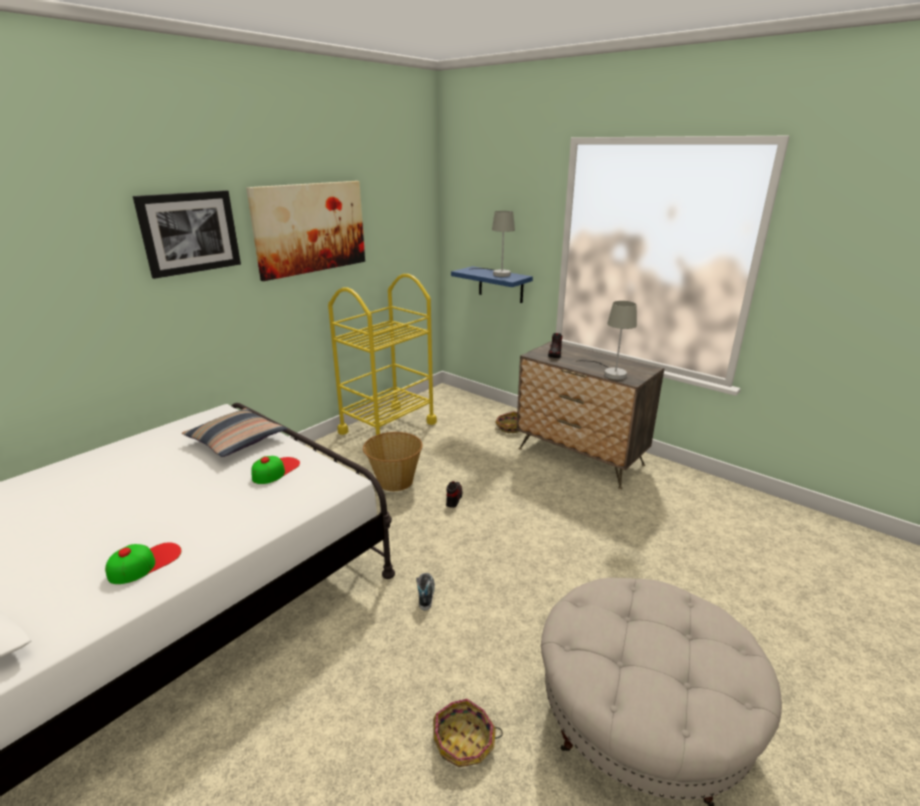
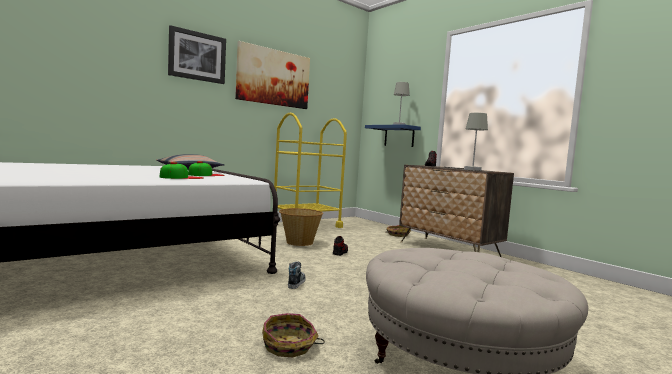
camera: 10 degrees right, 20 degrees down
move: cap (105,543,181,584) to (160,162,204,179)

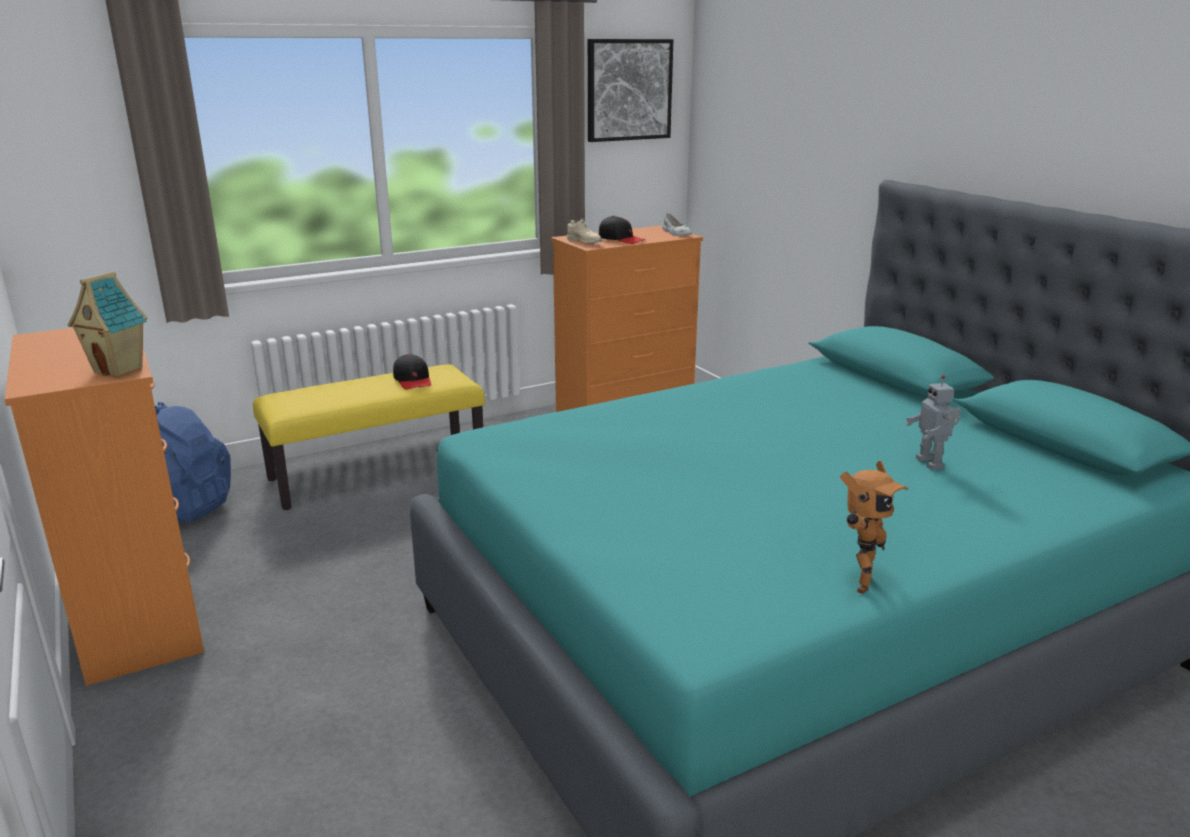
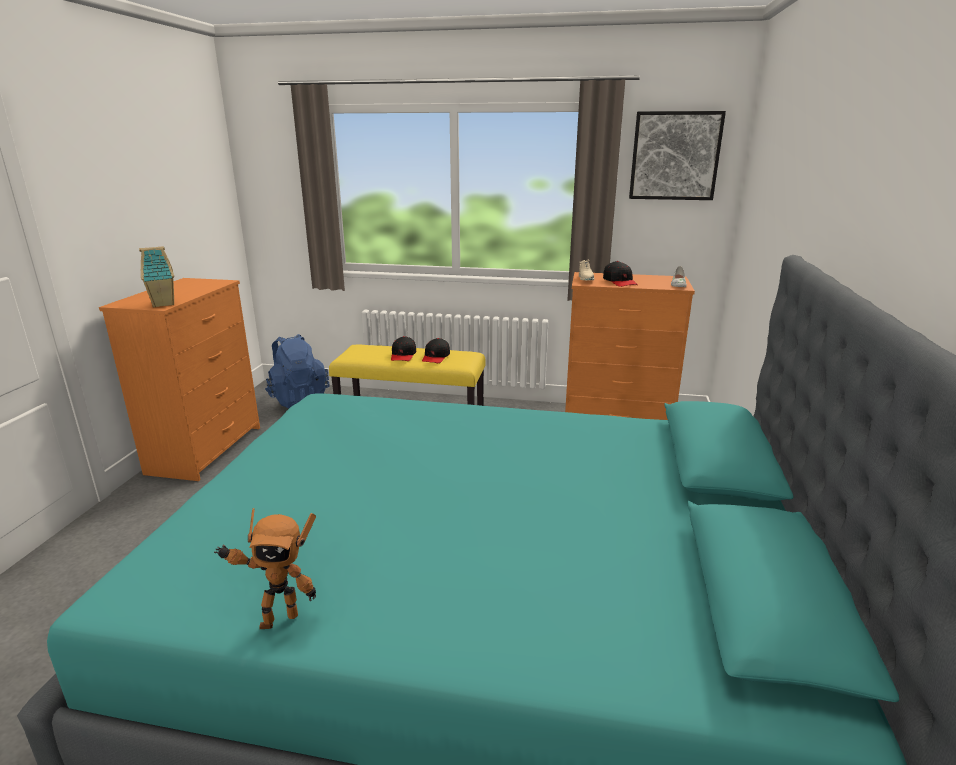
camera: 40 degrees right, 0 degrees up
delete: toy robot (905,375,961,470)
insert: black cap (391,336,416,361)

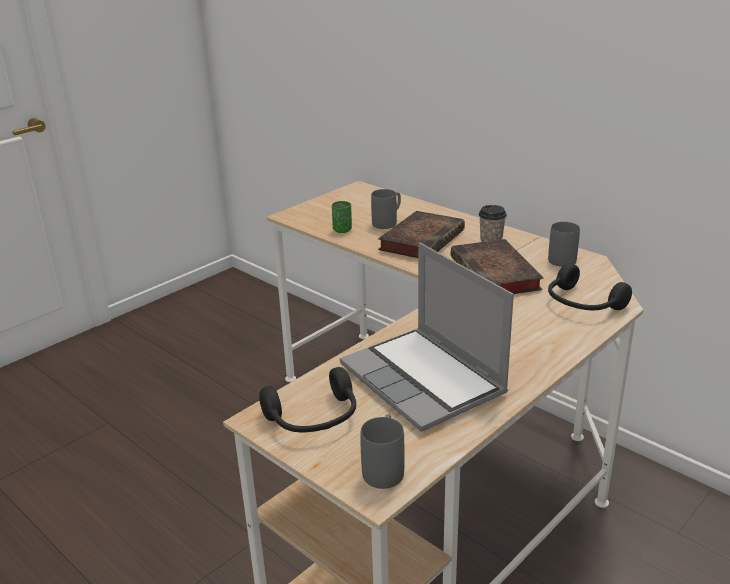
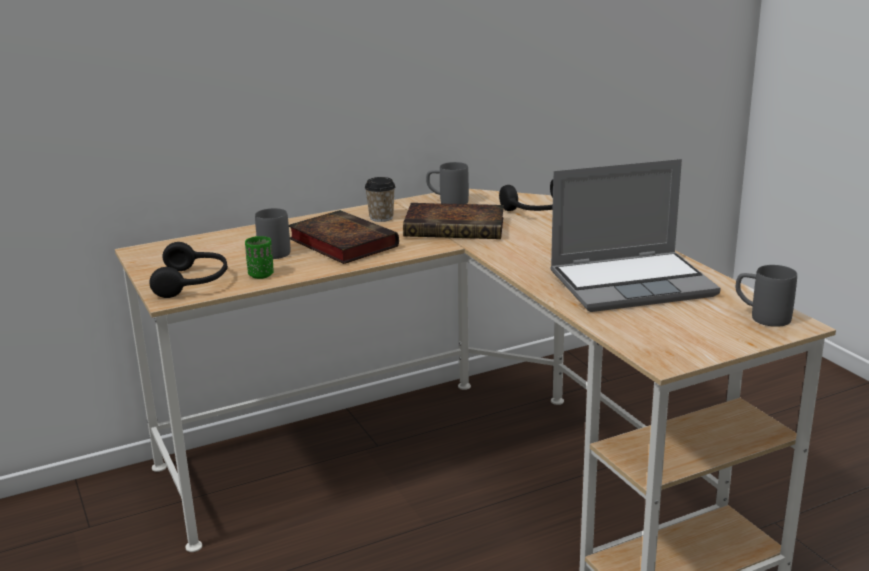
camera: 70 degrees left, 5 degrees down
move: black headphones (259,367,356,432) to (149,242,228,298)

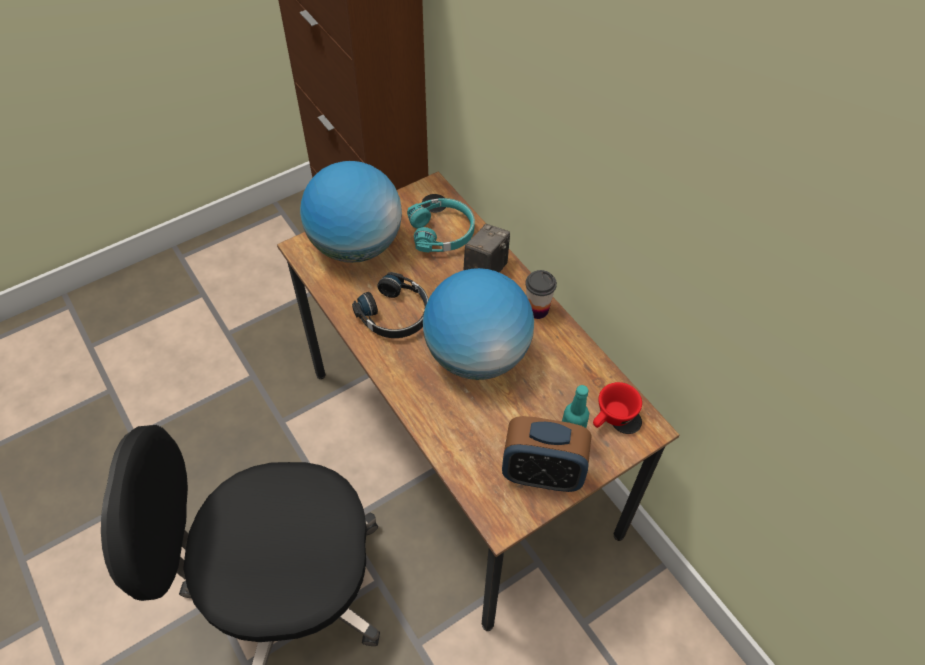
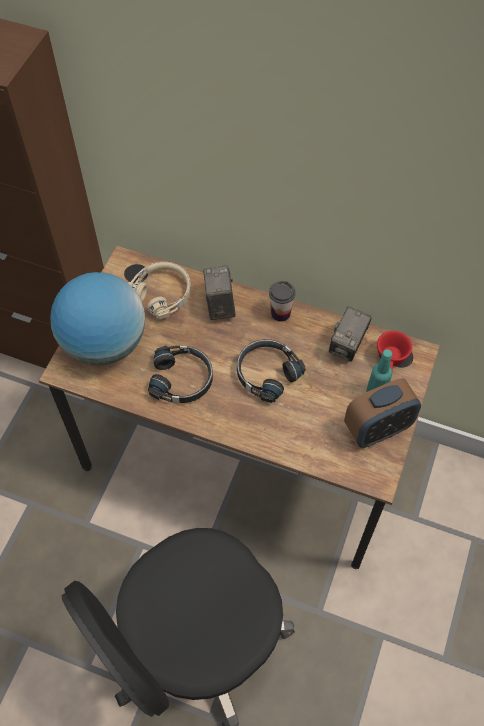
camera: 35 degrees left, 5 degrees up
insert: photo camera (329,306,371,362)
replace: globe (423,268,534,380) to black headphones (237,339,306,403)
recolor: turquoise headphones (407,198,475,253) to beige headphones (129,262,191,319)

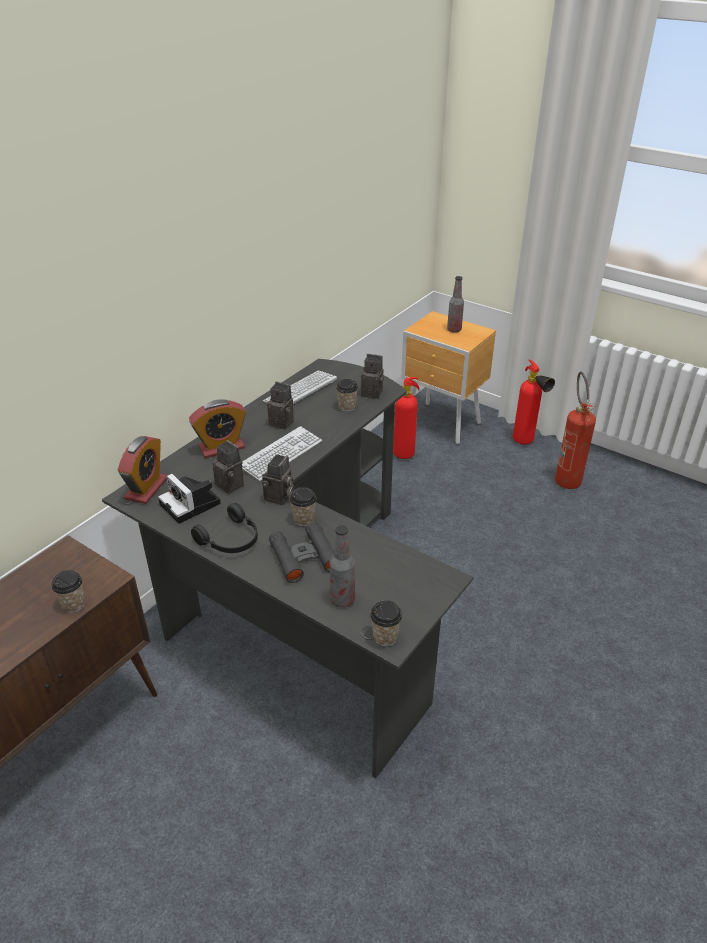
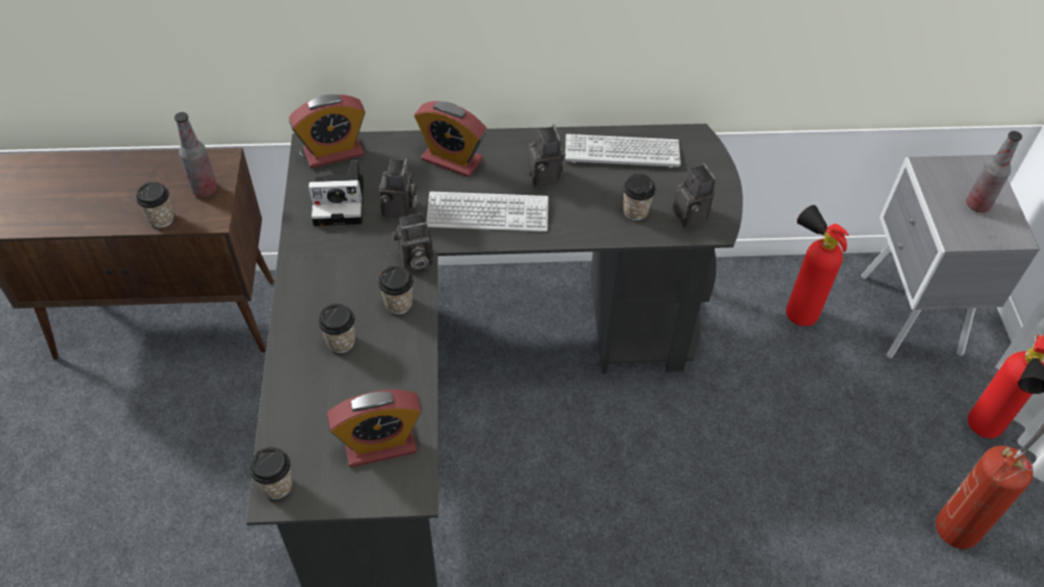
camera: 50 degrees right, 15 degrees up
delete: black headphones (191,503,258,553)
insert: alarm clock (327,389,422,467)
move: bottle (330,525,355,607) to (174,112,218,197)
replace: black binoculars (269,522,334,583) to cup (318,304,355,353)
recolor: brown nightstand (401,311,496,444) to grey nightstand (861,155,1040,358)
rotate: photo camera (158,474,221,524) = (309,161,364,226) 105 degrees counterclockwise

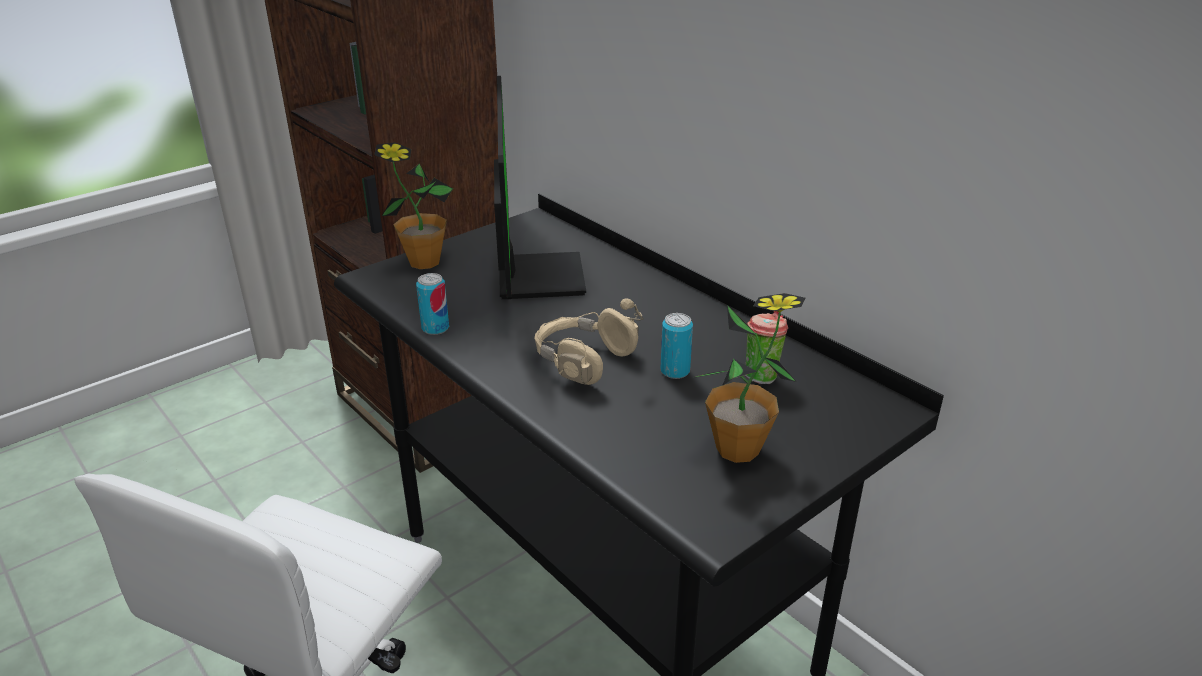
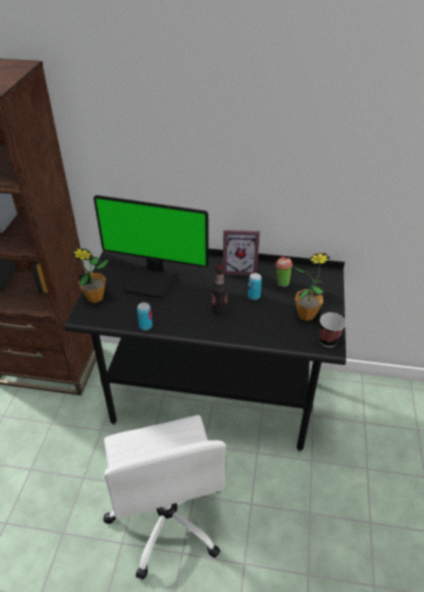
camera: 40 degrees left, 10 degrees up
insert: picture frame (223,230,260,275); cup (320,312,346,347)
replace: beige headphones (534,299,644,385) to bottle (211,265,228,314)
rotate: monitor (494,76,586,299) = (93,195,209,299) 150 degrees clockwise

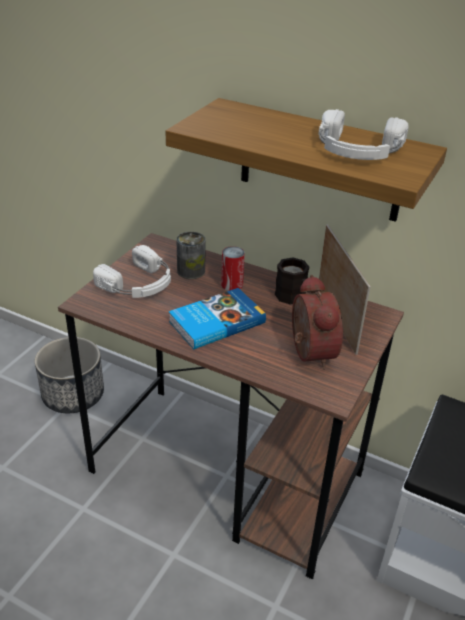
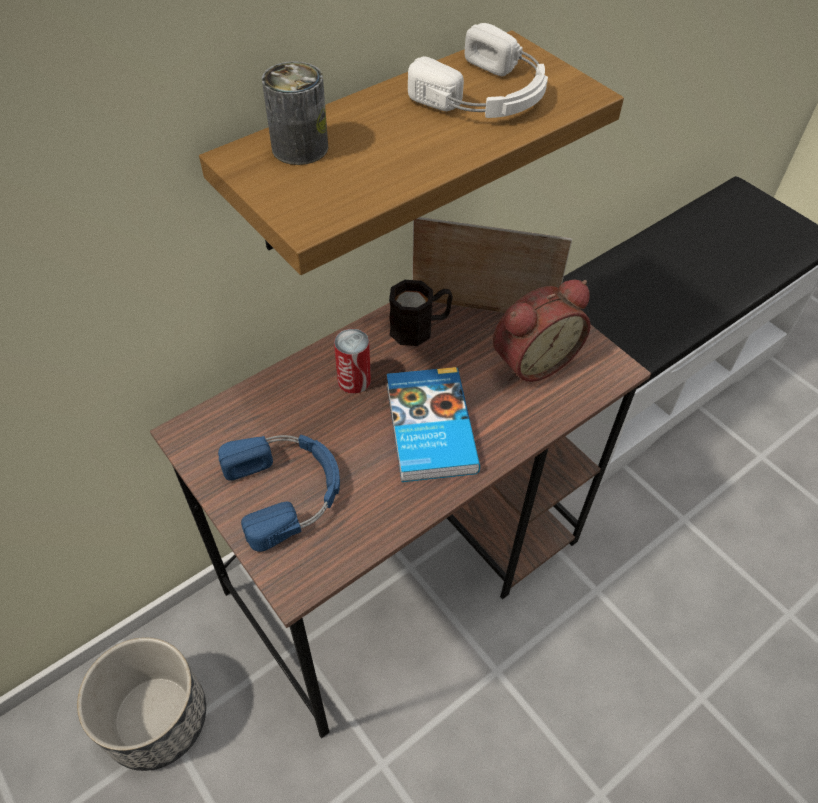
camera: 65 degrees left, 15 degrees up
move: can (177,232,206,279) to (262,61,328,165)
recolor: white headphones (93,245,171,298) to blue headphones (218,435,340,552)
rotate: alarm clock (292,275,343,369) = (493,280,591,382) 135 degrees clockwise

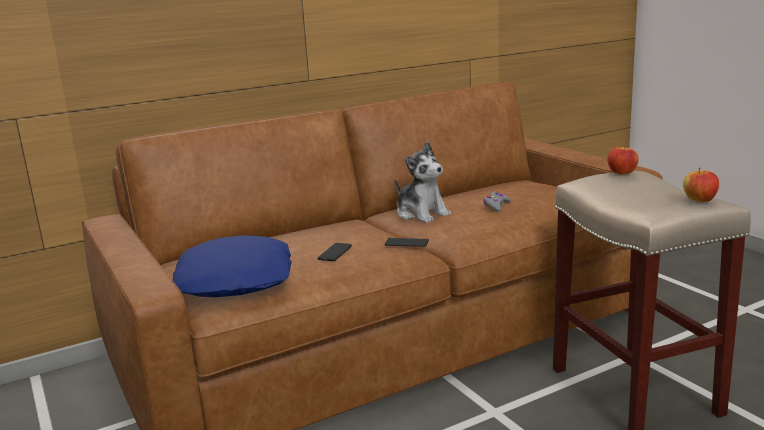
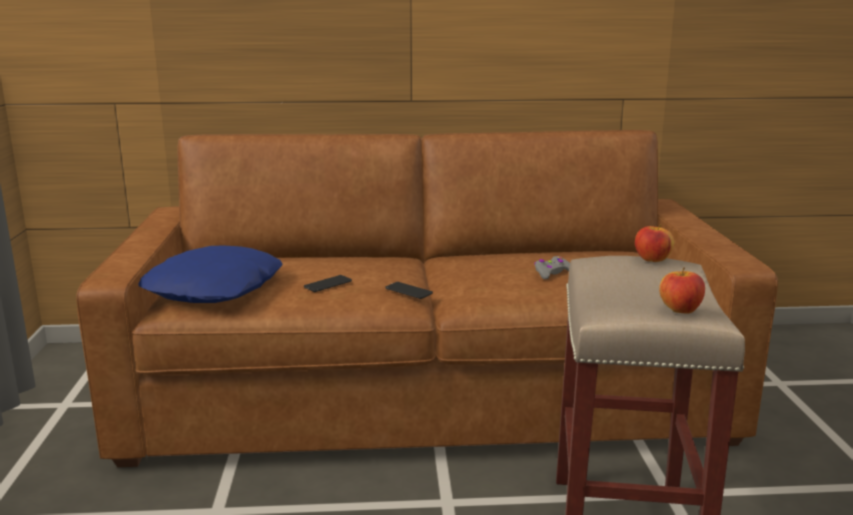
camera: 25 degrees right, 0 degrees up
delete: plush toy (395,142,451,223)

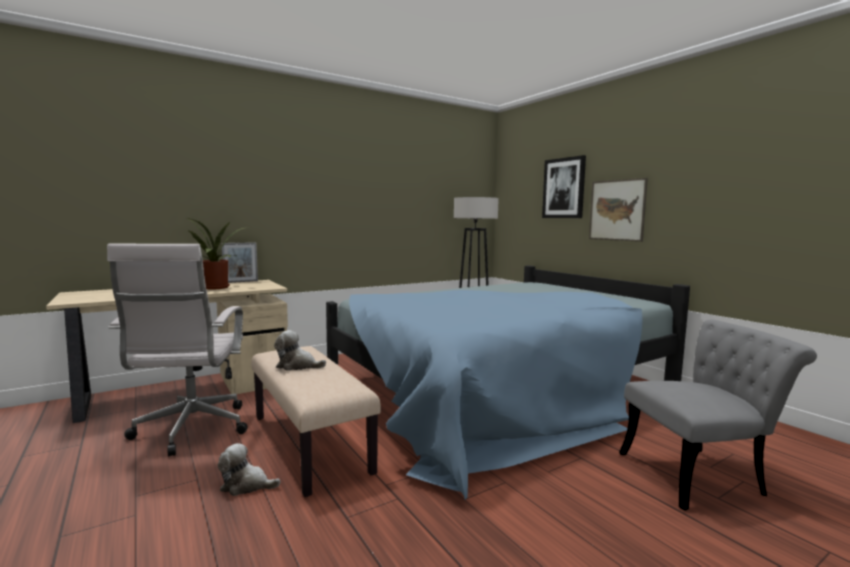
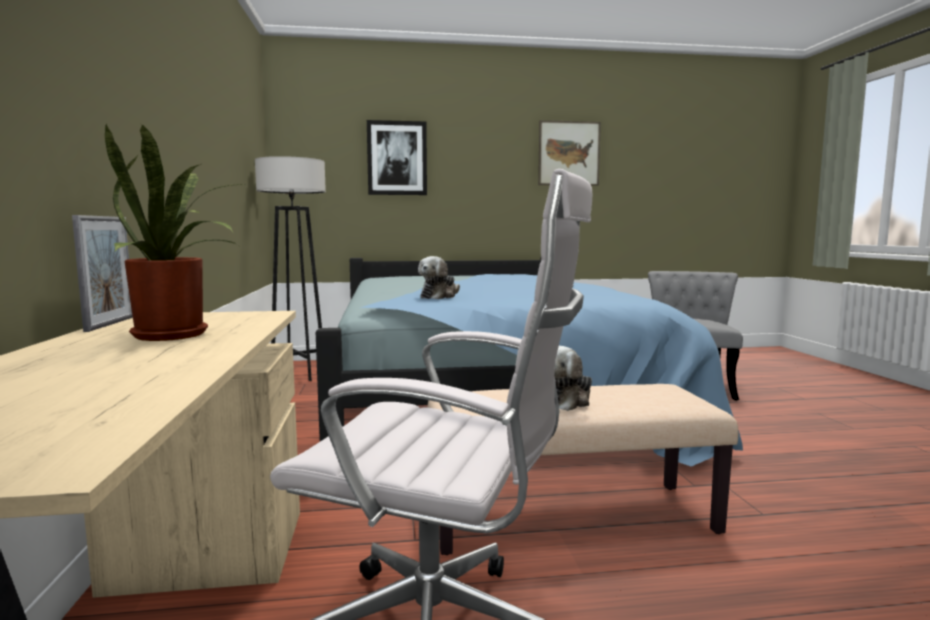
camera: 65 degrees left, 0 degrees up
move: plush toy (218,443,281,496) to (418,256,460,299); picture (589,178,648,242) to (538,120,601,186)

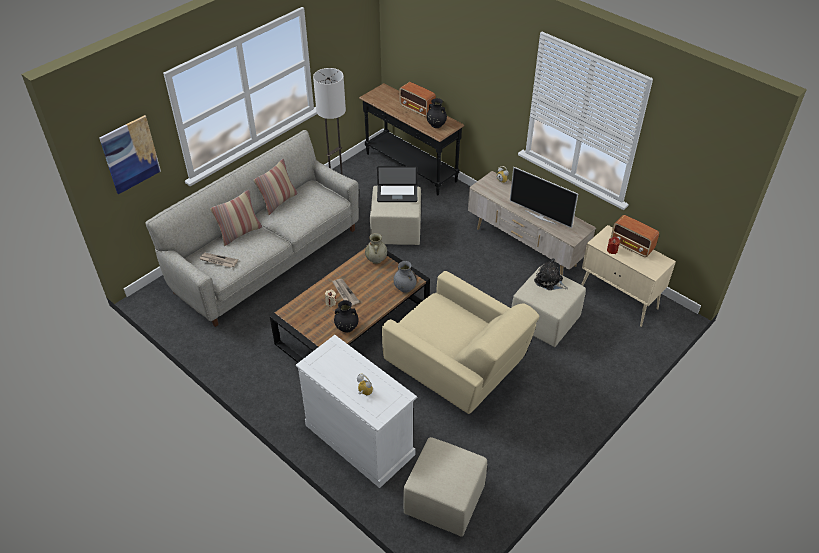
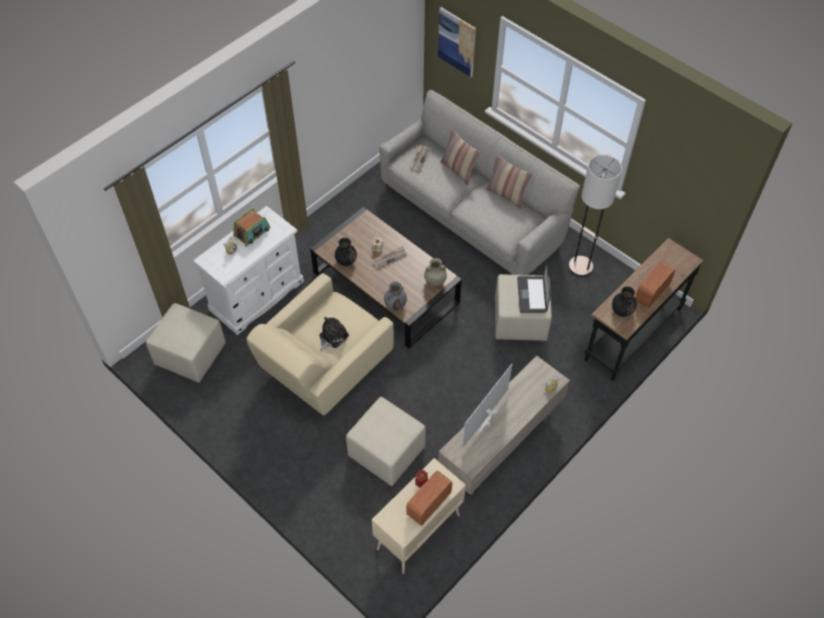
camera: 90 degrees right, 10 degrees up
insert: radio (233,208,270,247)
move: plush toy (534,258,568,290) to (319,317,349,351)

